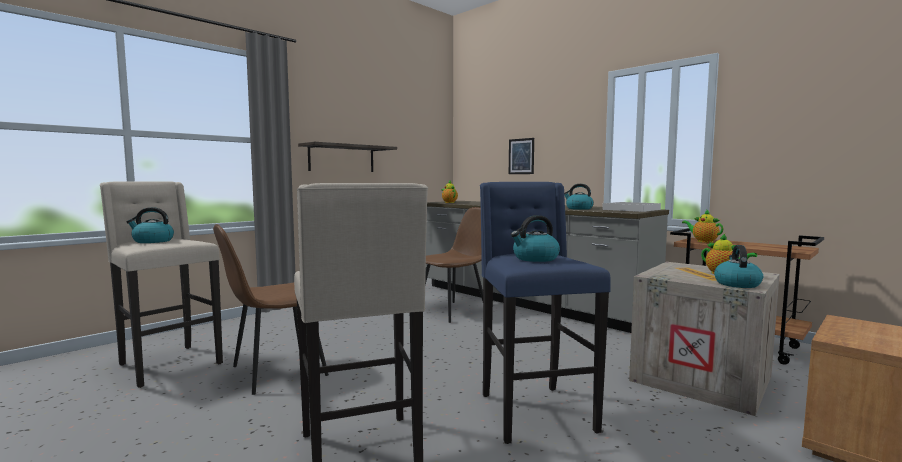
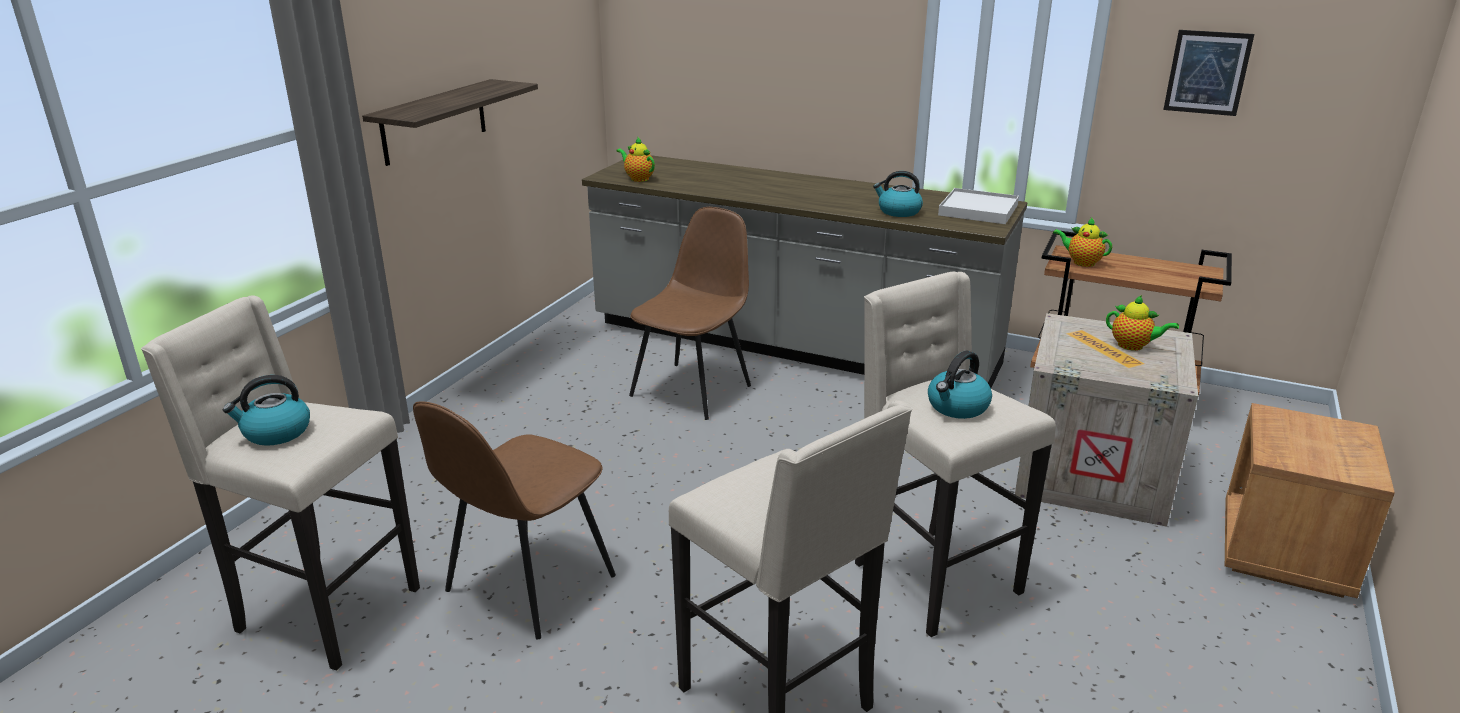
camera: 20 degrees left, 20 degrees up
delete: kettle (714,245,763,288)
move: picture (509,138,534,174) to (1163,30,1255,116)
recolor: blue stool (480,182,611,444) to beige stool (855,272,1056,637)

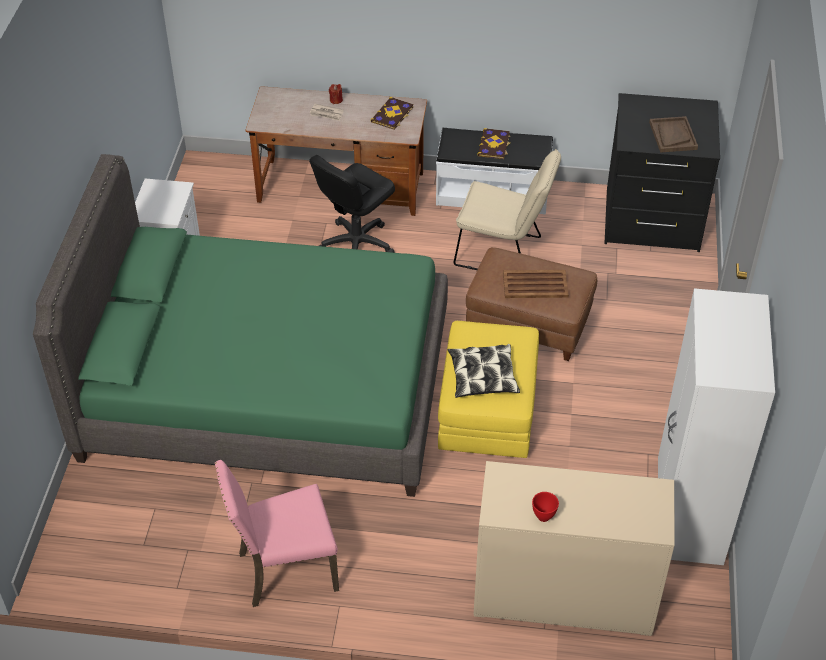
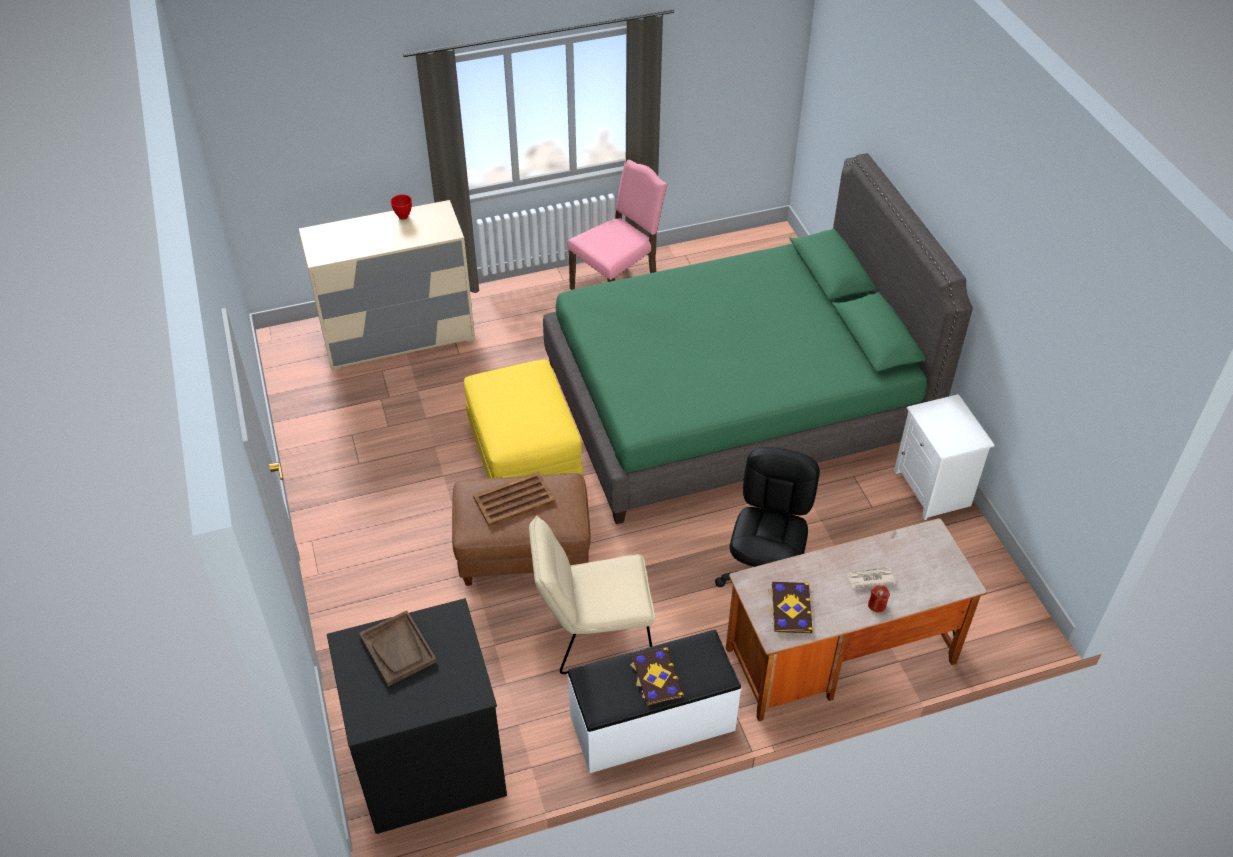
camera: 155 degrees right, 0 degrees up
delete: pillow (448,344,520,398); white wardrobe (658,288,775,565)

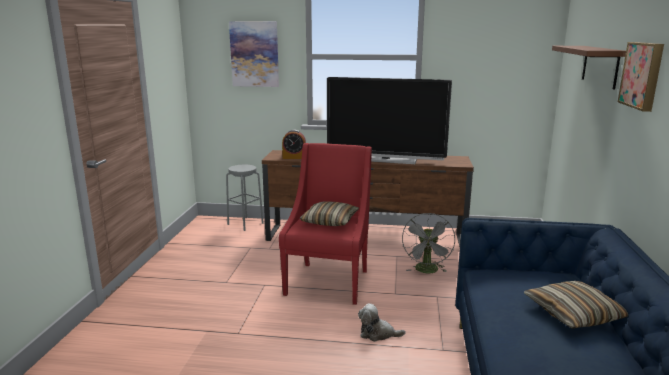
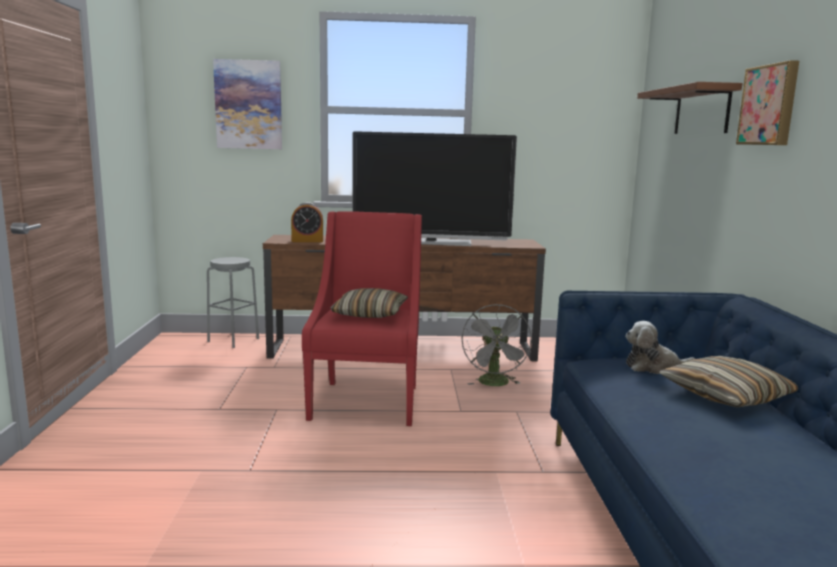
camera: 10 degrees left, 5 degrees down
move: plush toy (358,303,406,342) to (625,321,695,374)

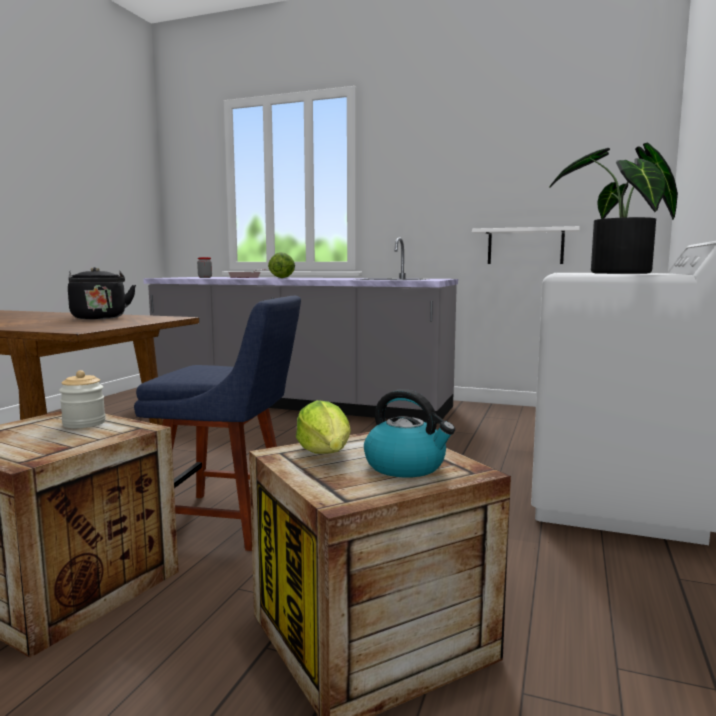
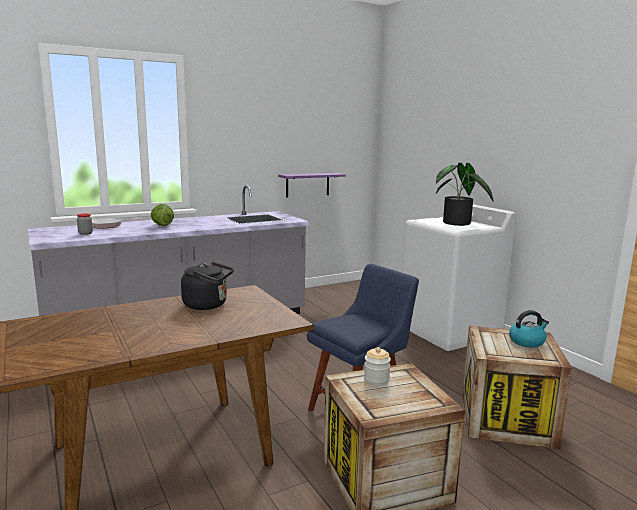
camera: 50 degrees left, 5 degrees up
delete: lettuce (296,400,351,454)
recolor: white shelf (472,226,580,264) to purple shelf (278,173,346,198)

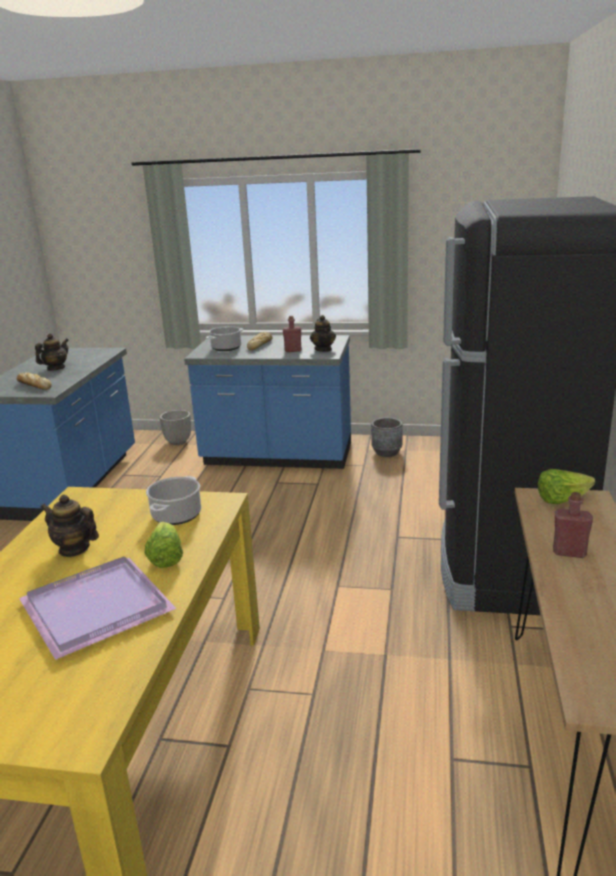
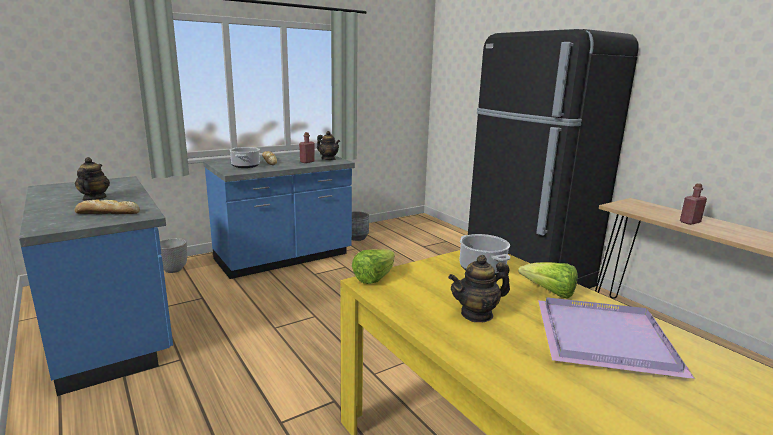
camera: 45 degrees left, 5 degrees down
move: lettuce (538,469,595,504) to (352,249,395,284)

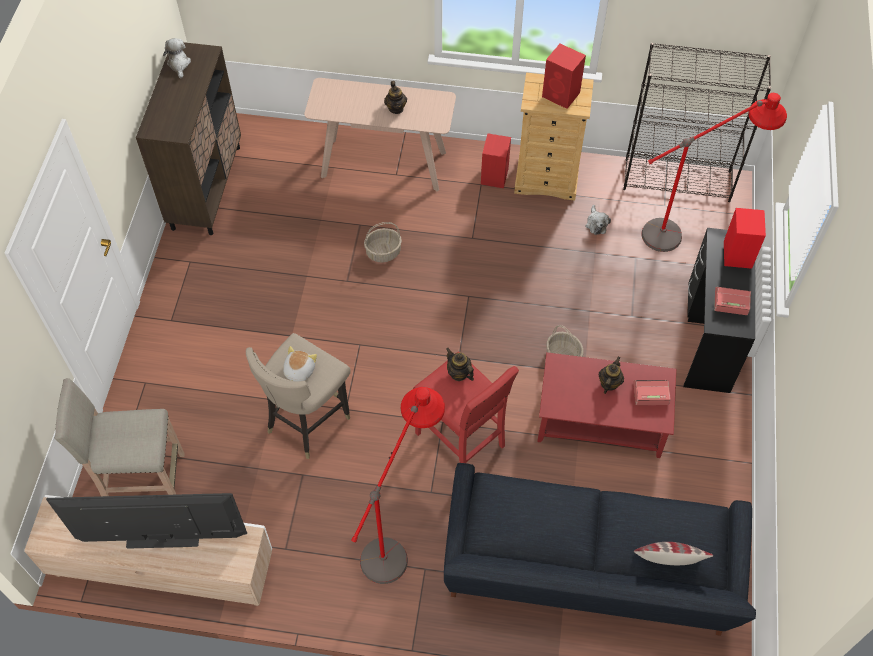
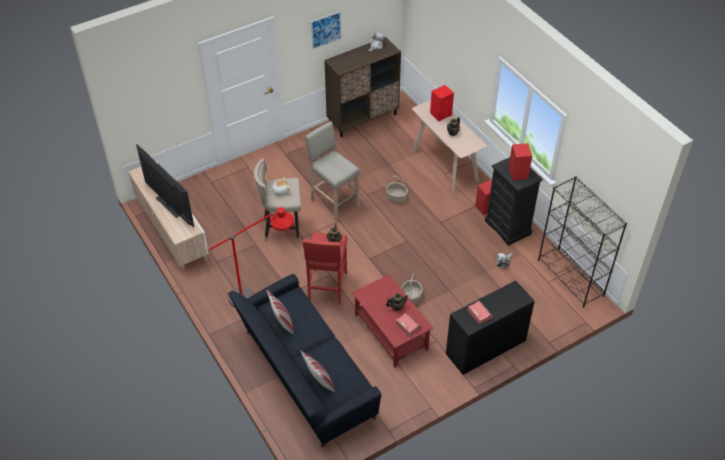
camera: 50 degrees right, 10 degrees down
delete: red floor lamp (642,93,787,252)
insert: pillow (267,290,294,334); picture (311,11,341,50)
move: beige stool (55,378,185,496) to (305,121,360,221); red speaker (724,208,766,269) to (430,85,454,121)
recolor: beige dresser (514,73,594,201) to black dresser (485,157,543,246)

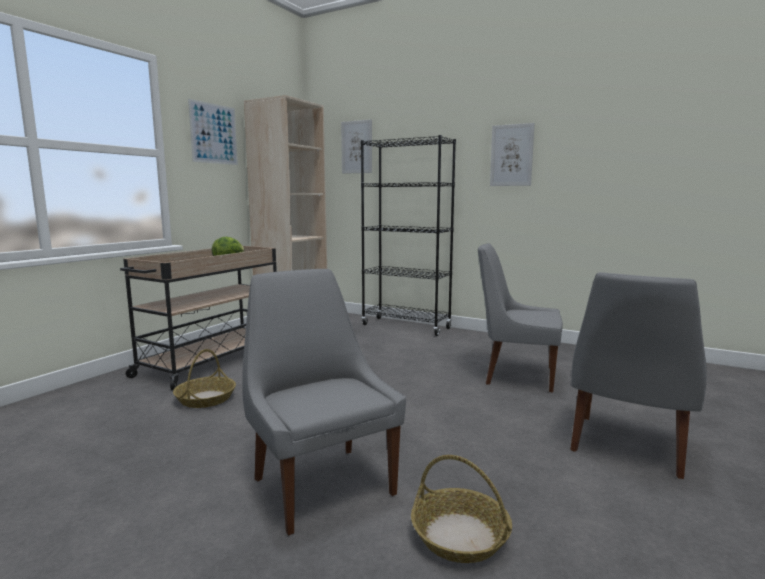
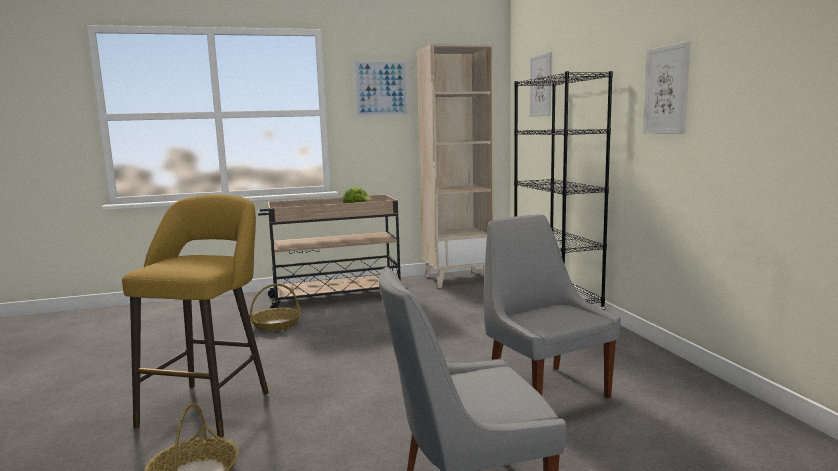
camera: 45 degrees right, 0 degrees up
replace: grey chair (242,269,406,536) to yellow stool (122,194,269,438)

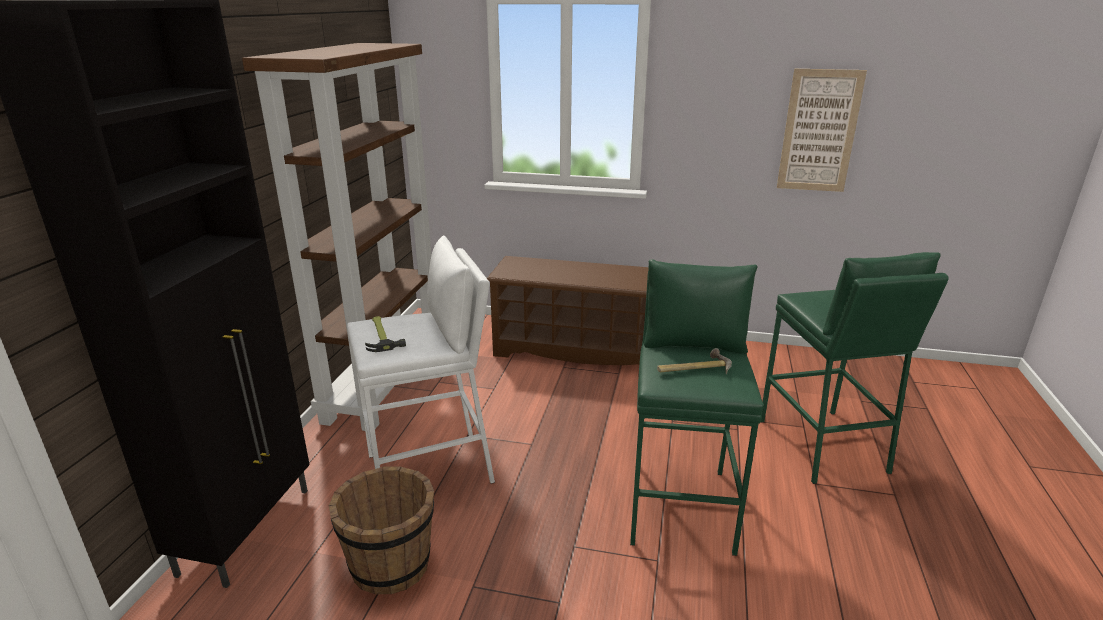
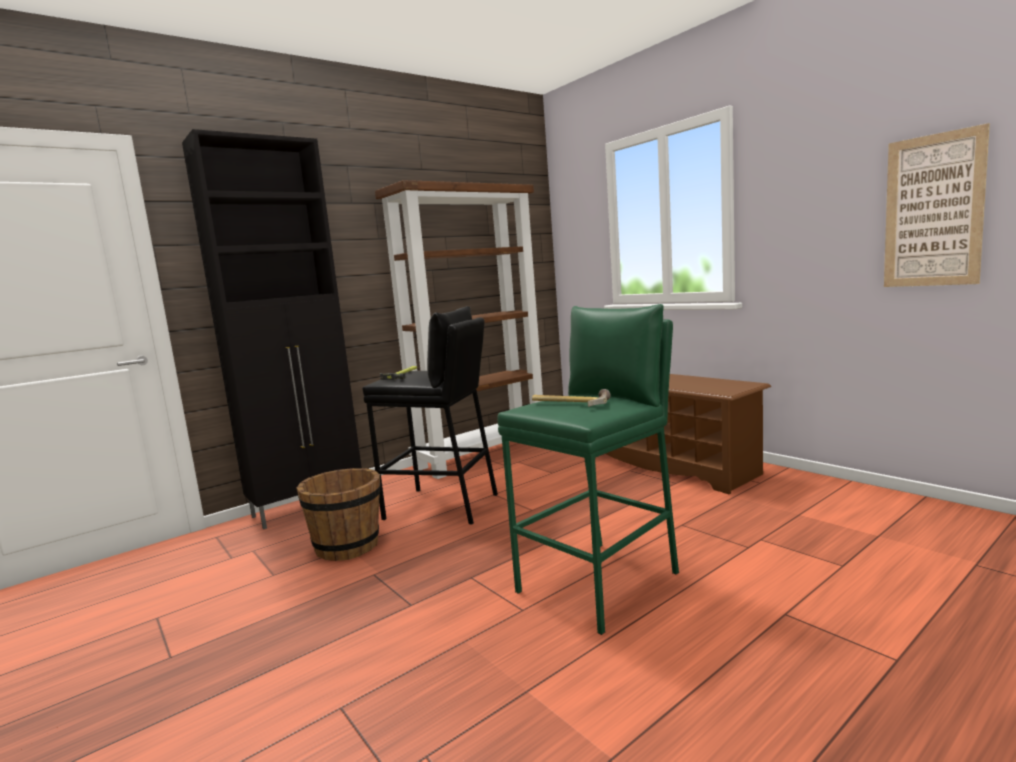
camera: 40 degrees right, 15 degrees down
delete: green stool (761,252,948,484)
recolor: white stool (347,236,495,484) to black stool (362,306,498,524)

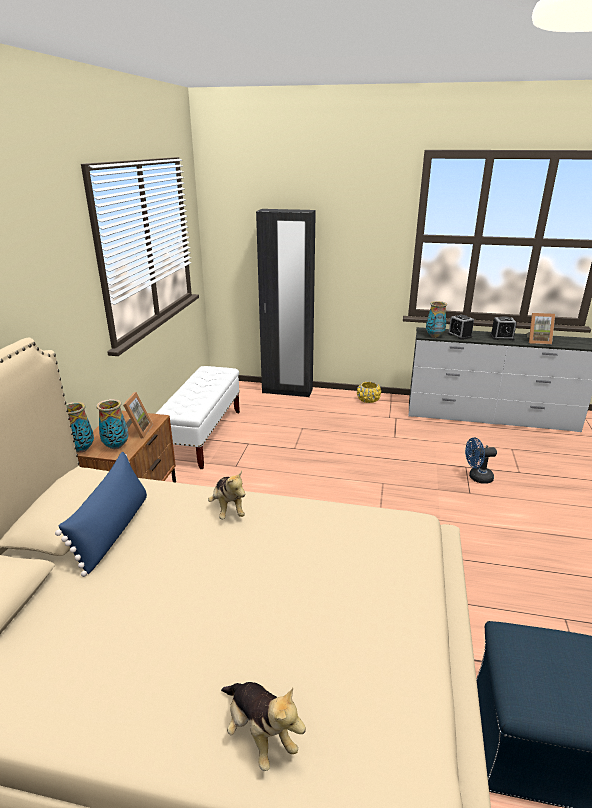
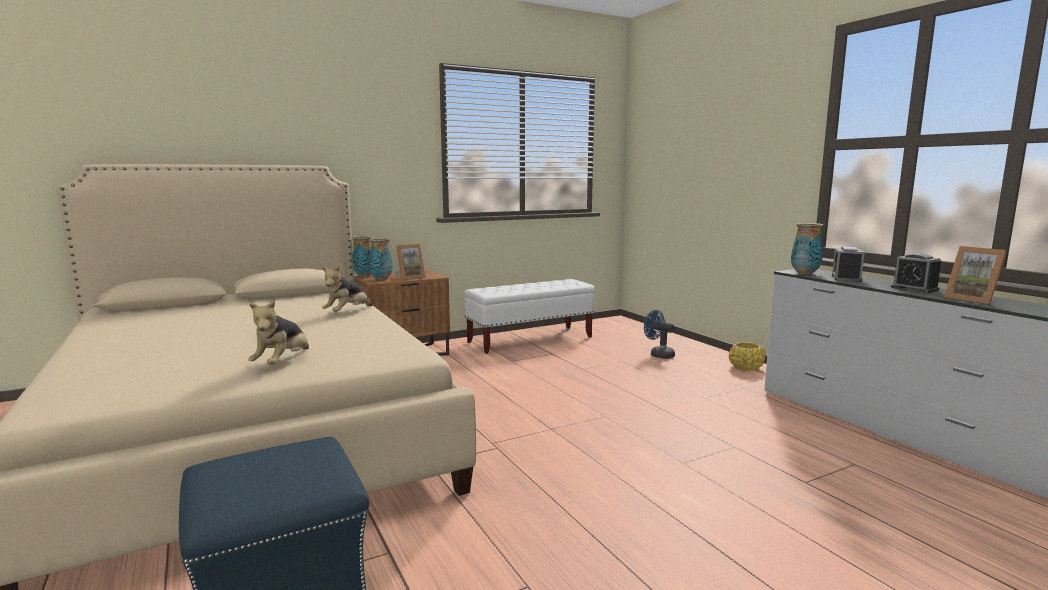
camera: 50 degrees right, 15 degrees down
delete: blue pillow (55,452,147,577); black wardrobe (256,209,316,397)
move: plush toy (221,682,306,771) to (248,299,309,365); blue fan (465,437,497,484) to (644,310,675,359)

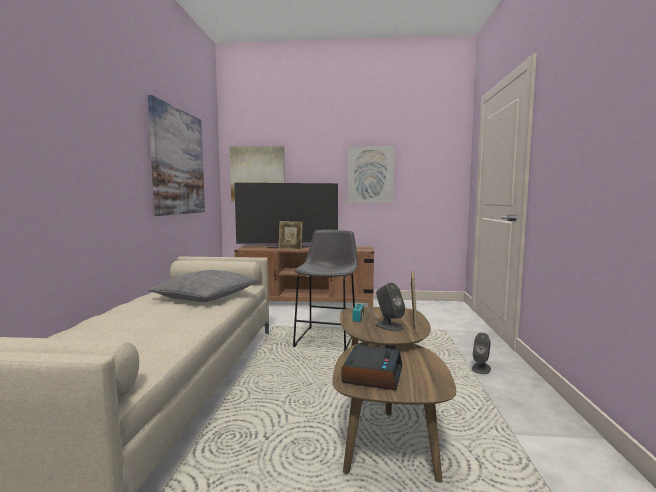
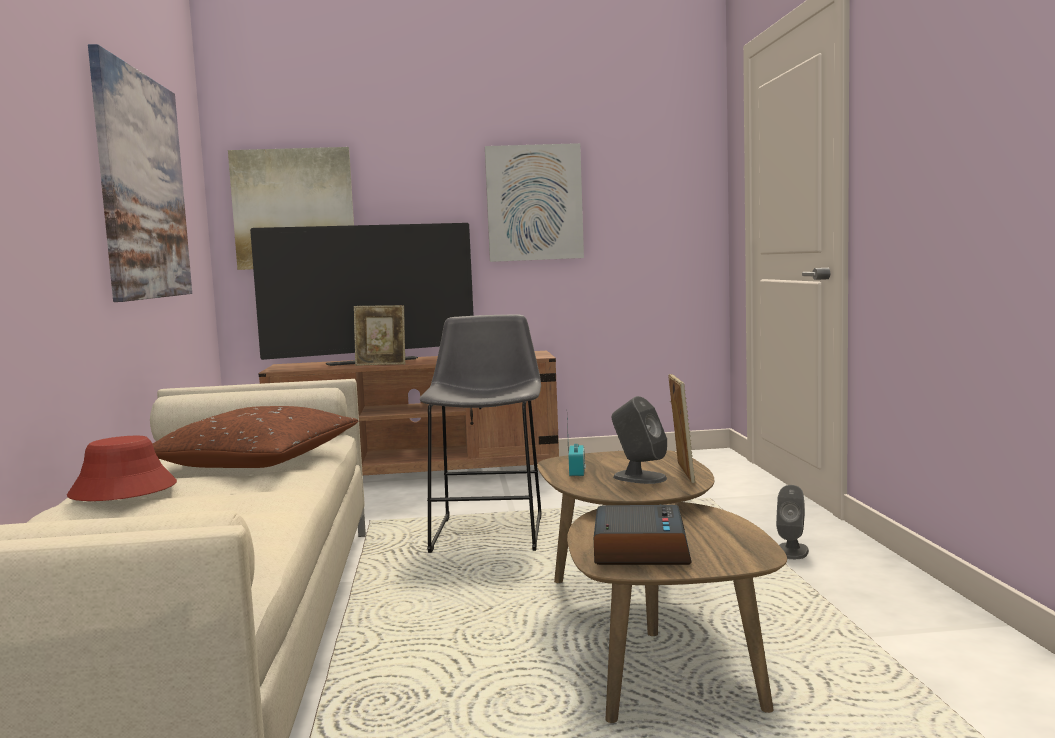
camera: 10 degrees left, 0 degrees up
insert: red hat (67,436,177,501)
recolor: grey pillow (148,270,259,302) to brown pillow (152,406,358,468)

